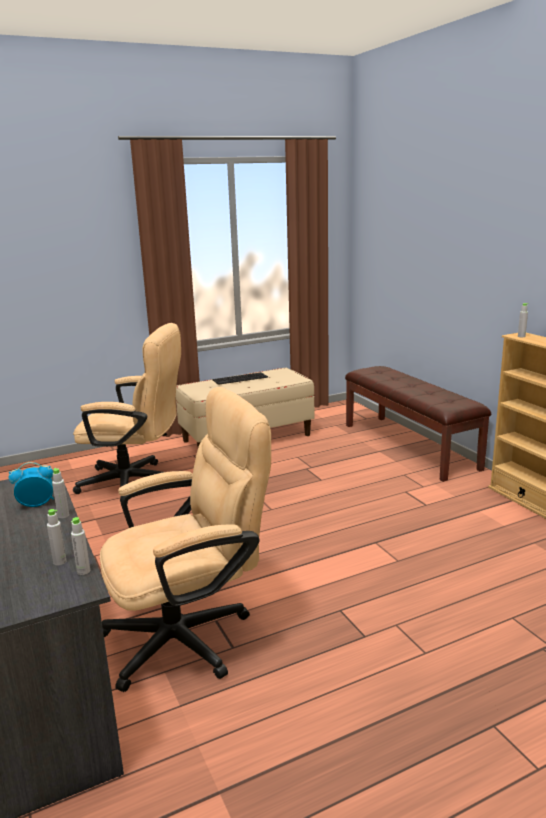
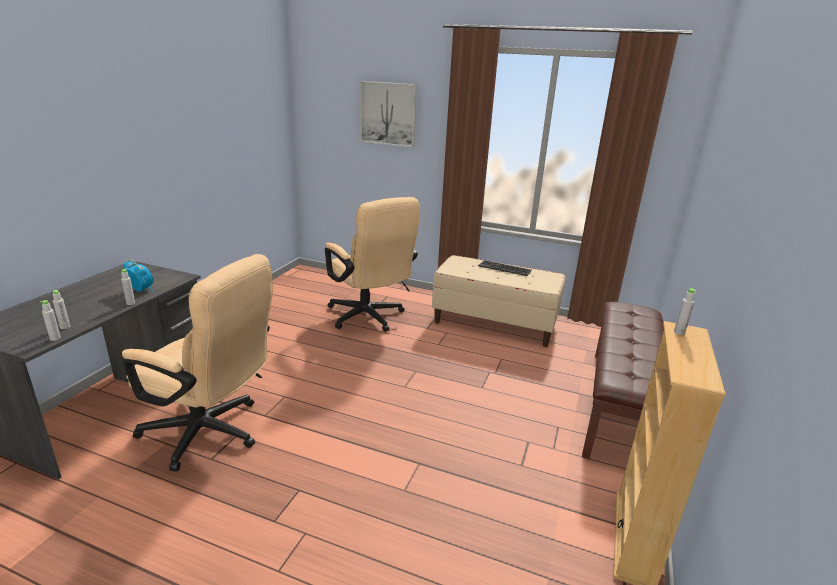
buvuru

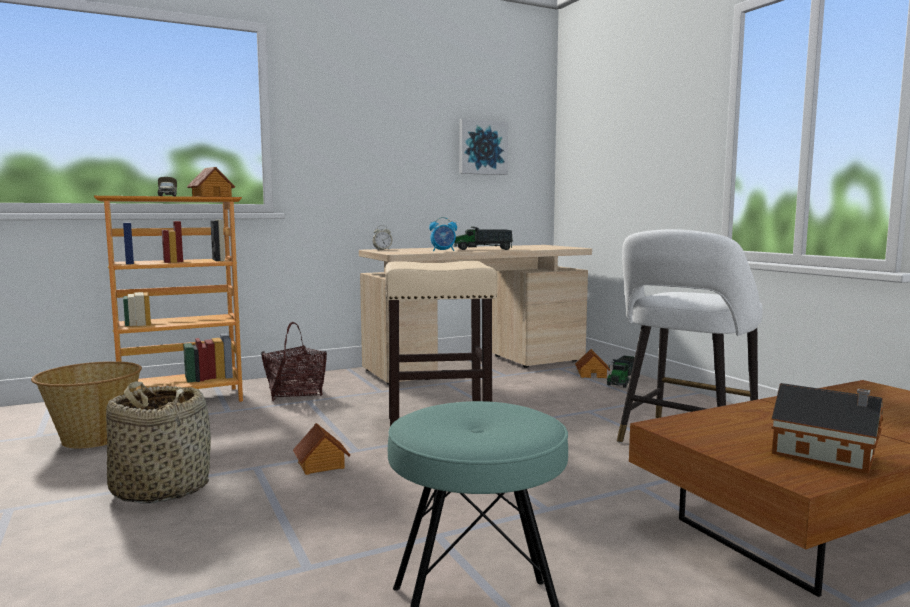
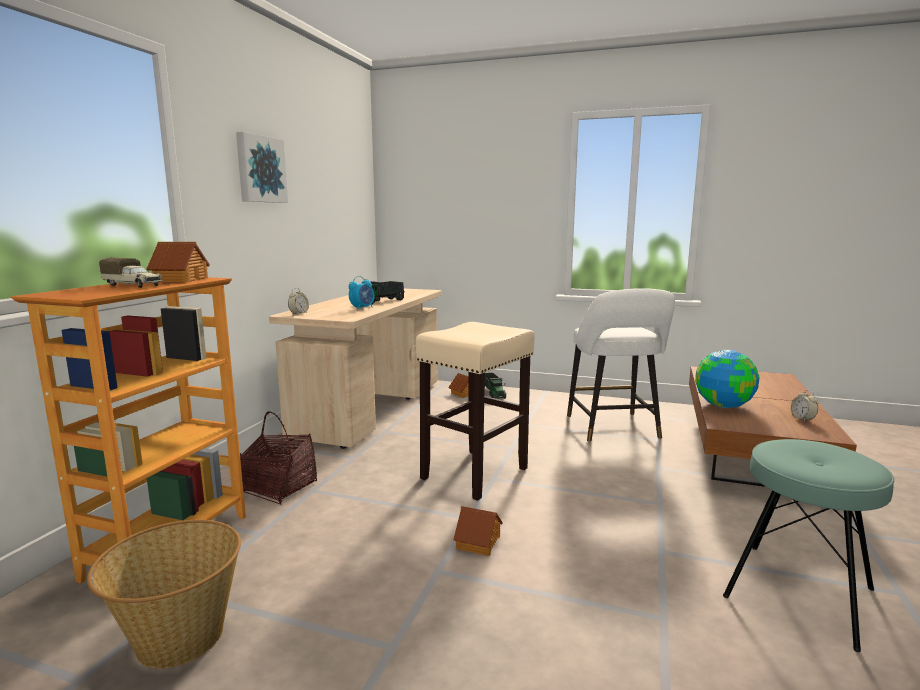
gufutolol (no. 2 from left in the first image)
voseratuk
buvuru
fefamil (no. 3 from left)

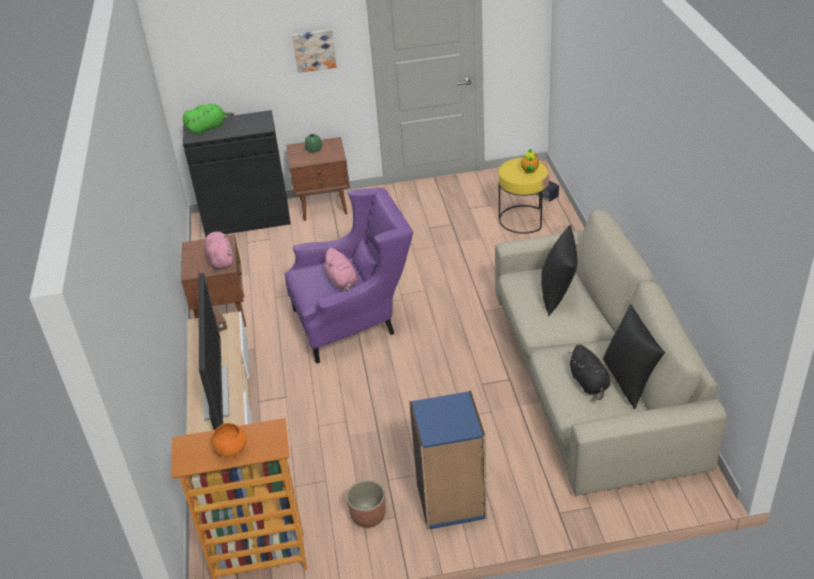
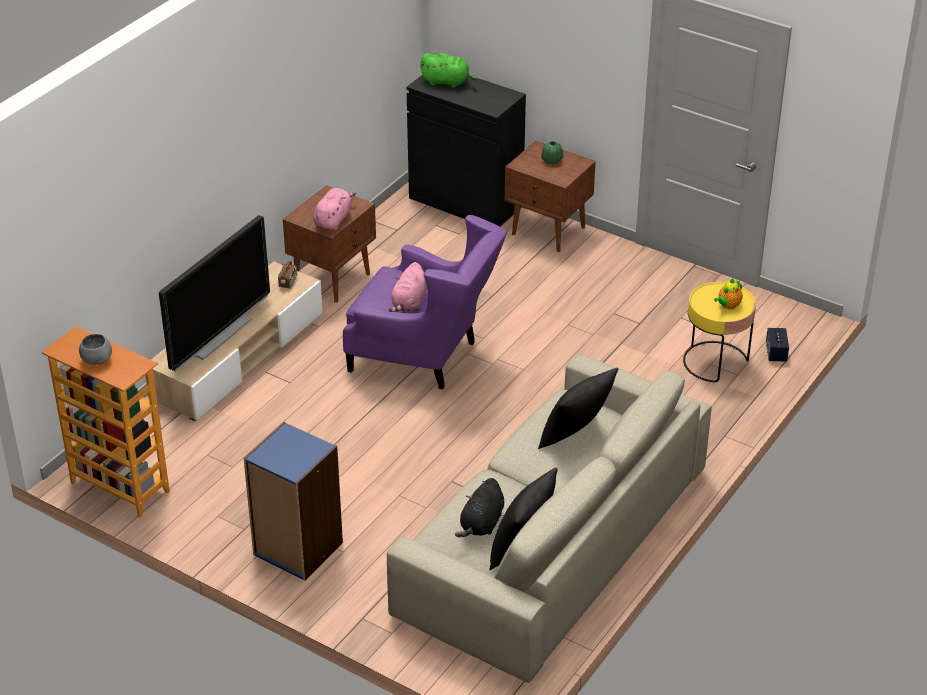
buvuru
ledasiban
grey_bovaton

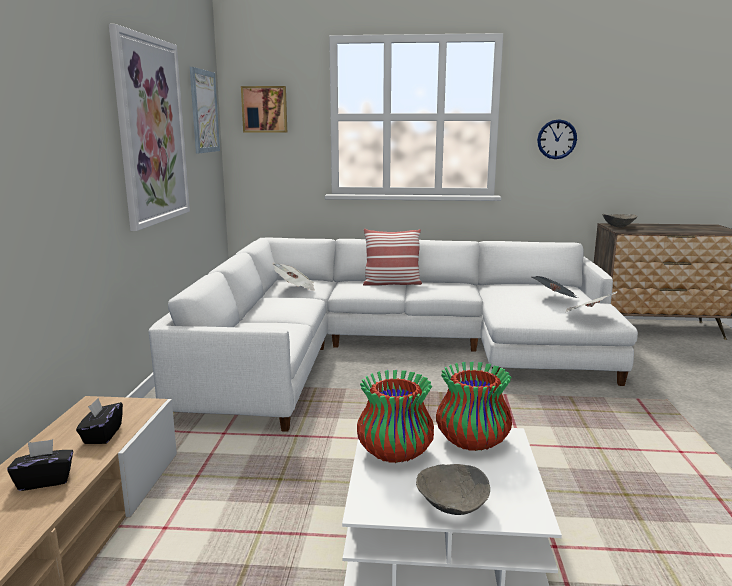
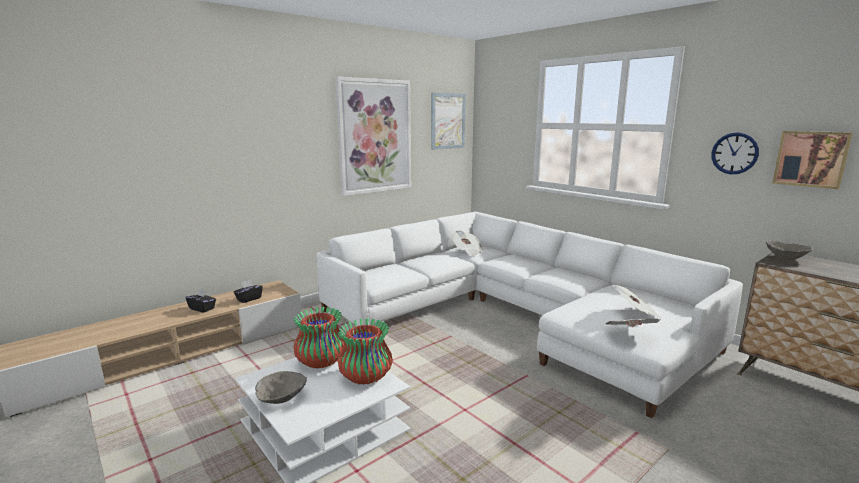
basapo
buvuru (no. 3 from left)

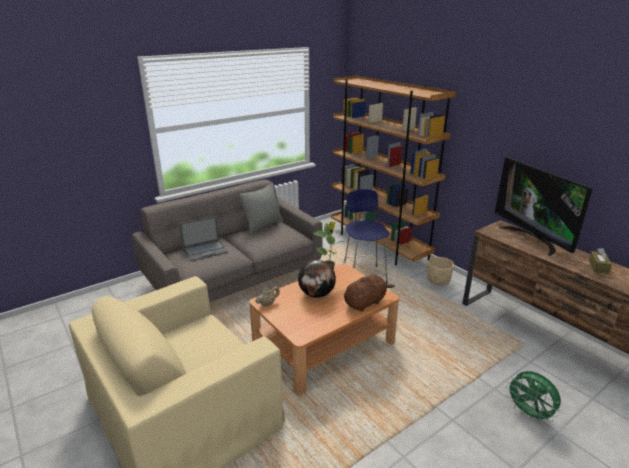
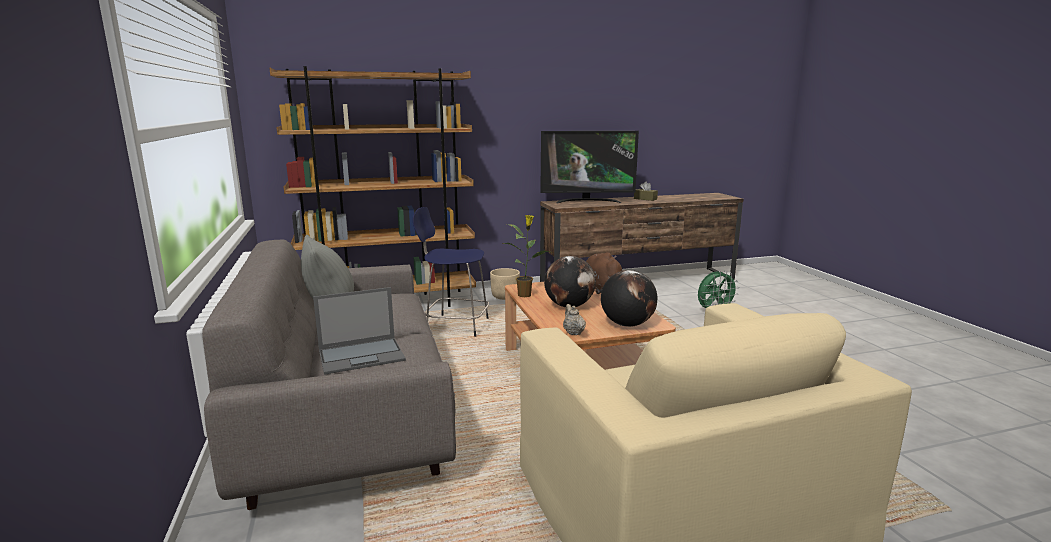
voseratuk (no. 2 from left)
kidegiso

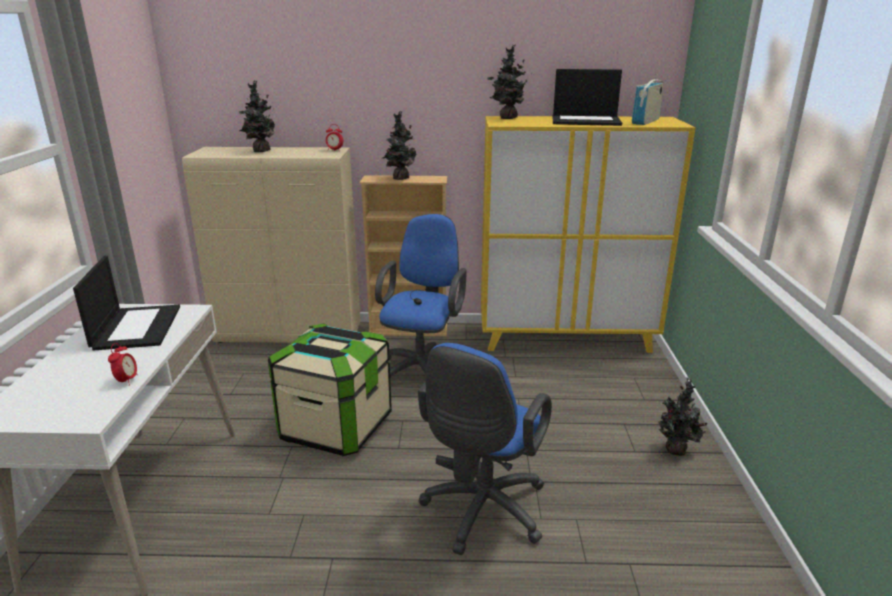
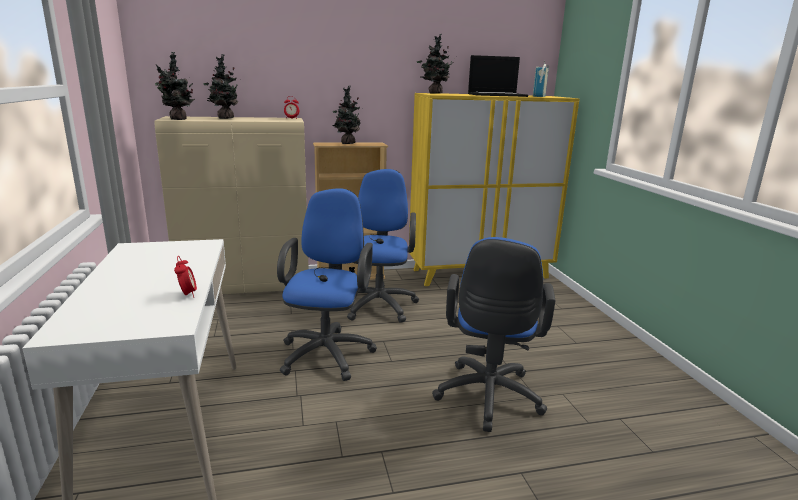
kidegiso (no. 1 from left in the first image)
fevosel (no. 1 from left)
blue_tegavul (no. 1 from left)

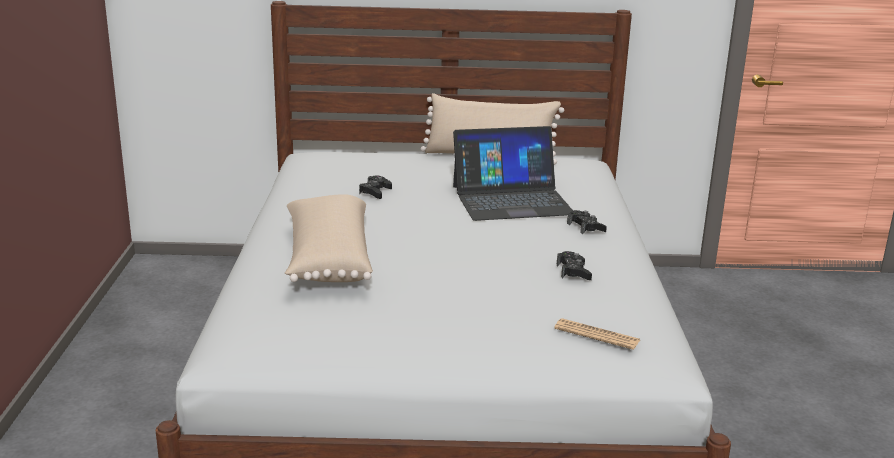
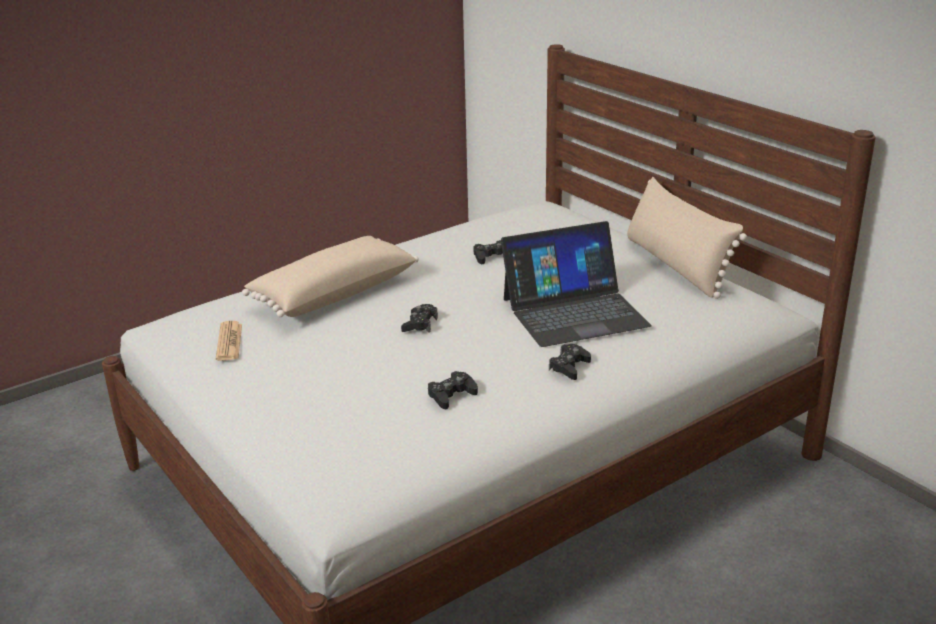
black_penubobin (no. 1 from left)
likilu
kidegiso

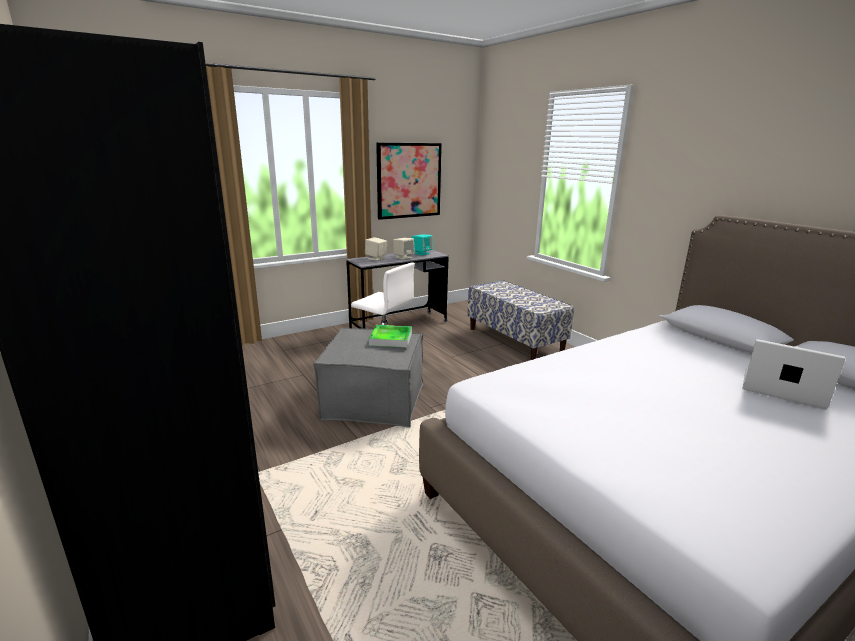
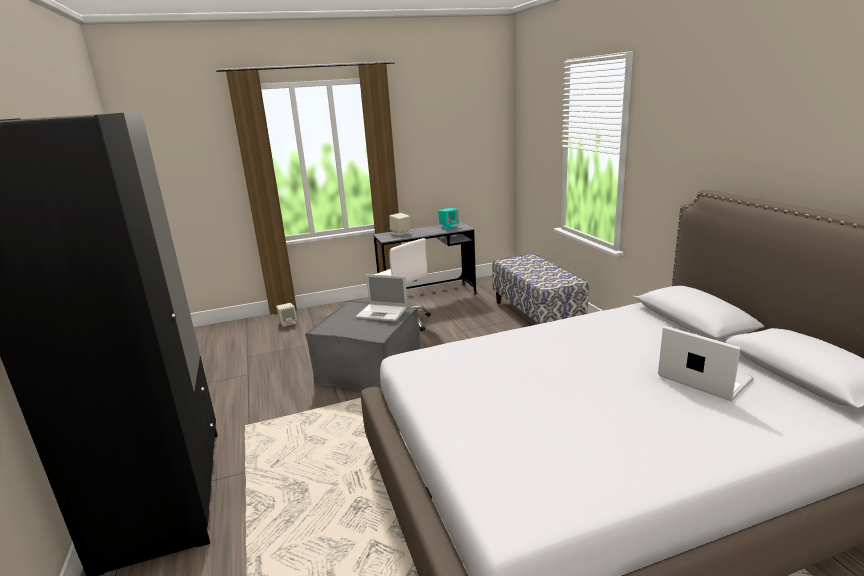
buvuru
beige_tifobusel (no. 1 from left)
kidegiso (no. 1 from left)

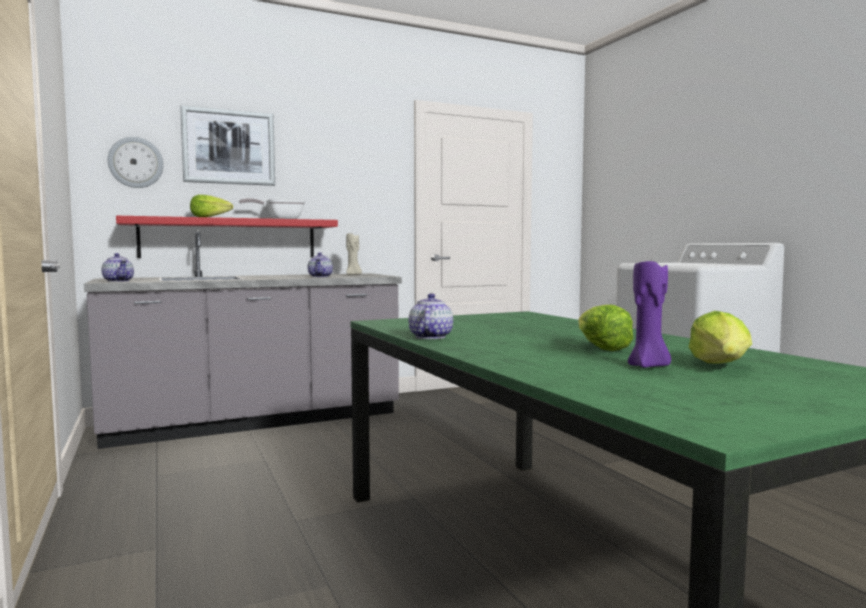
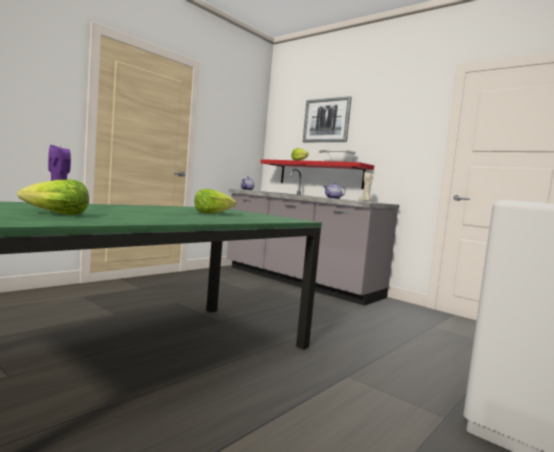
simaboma
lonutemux (no. 3 from left in the first image)
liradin (no. 2 from left)

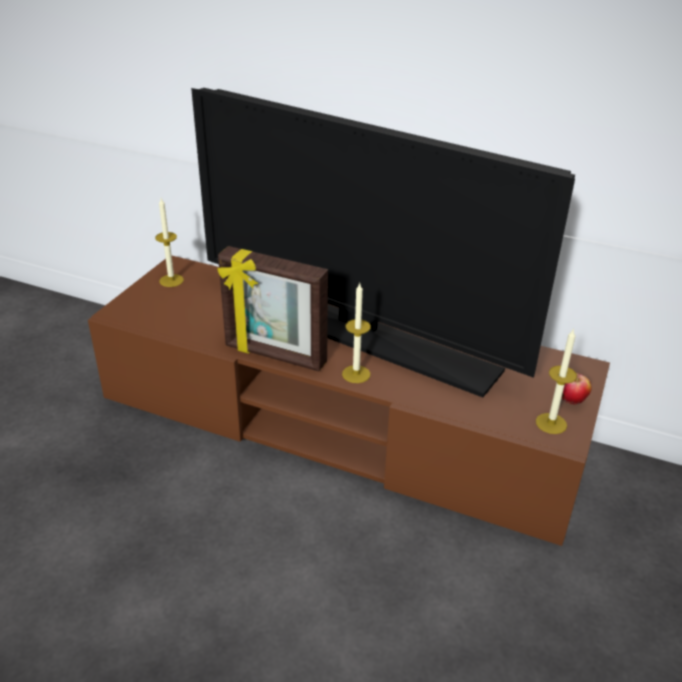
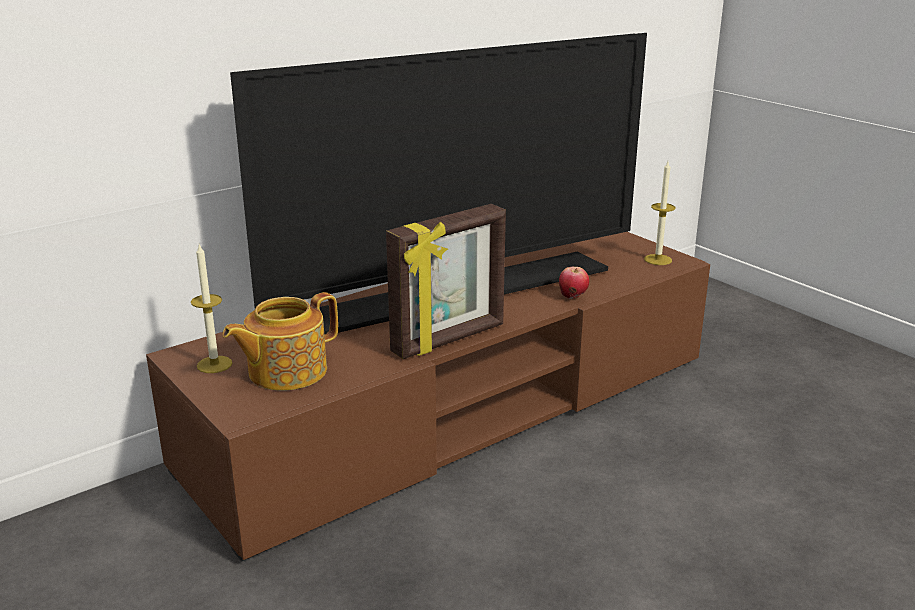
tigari (no. 2 from left in the first image)
lonutemux
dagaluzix

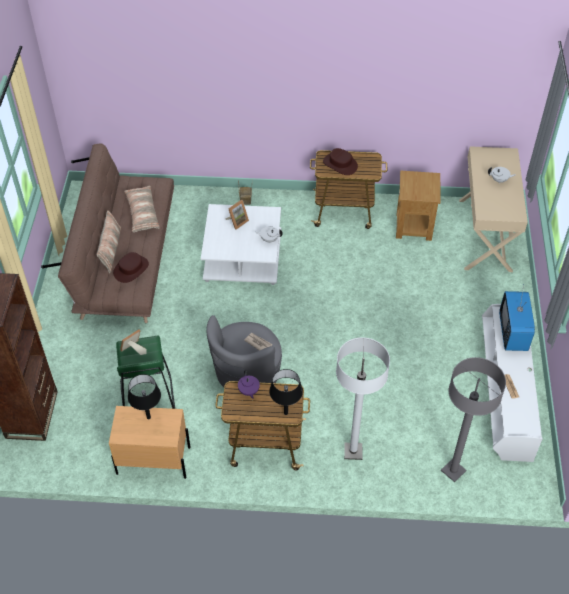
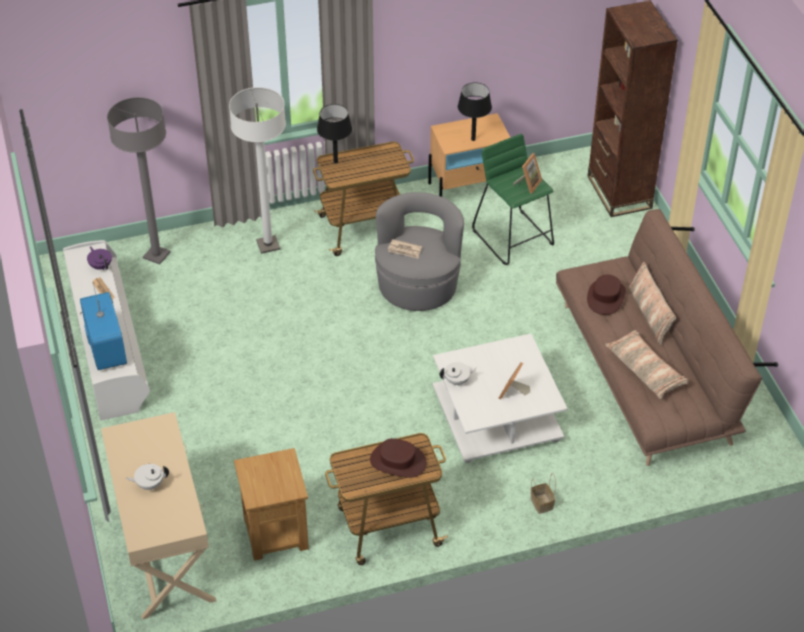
purple_lonutemux

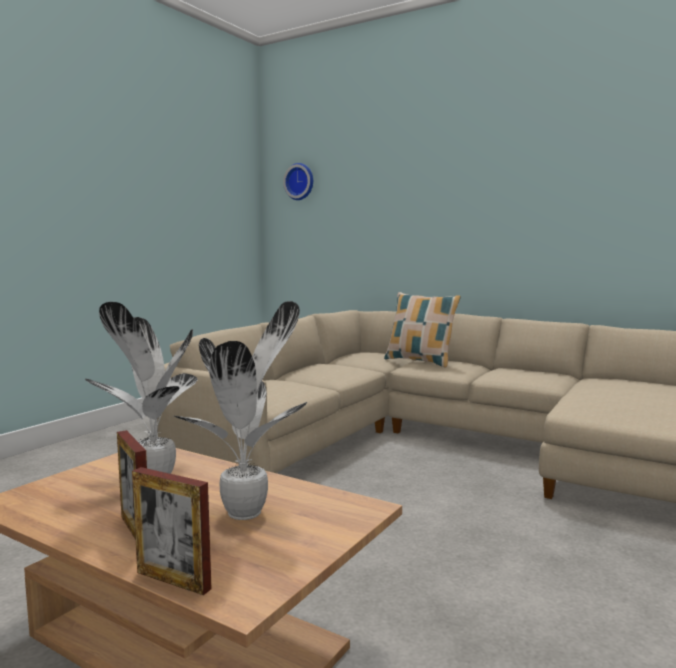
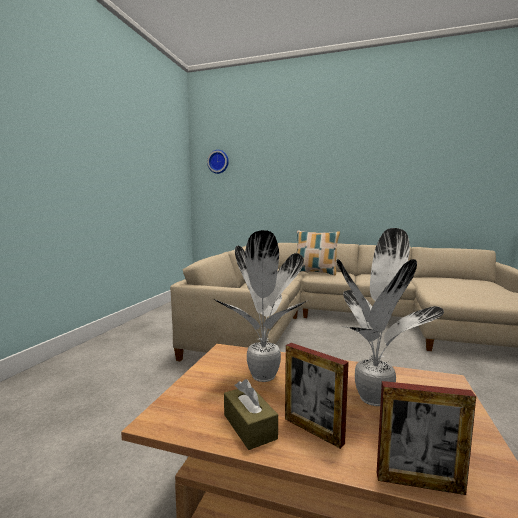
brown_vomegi

